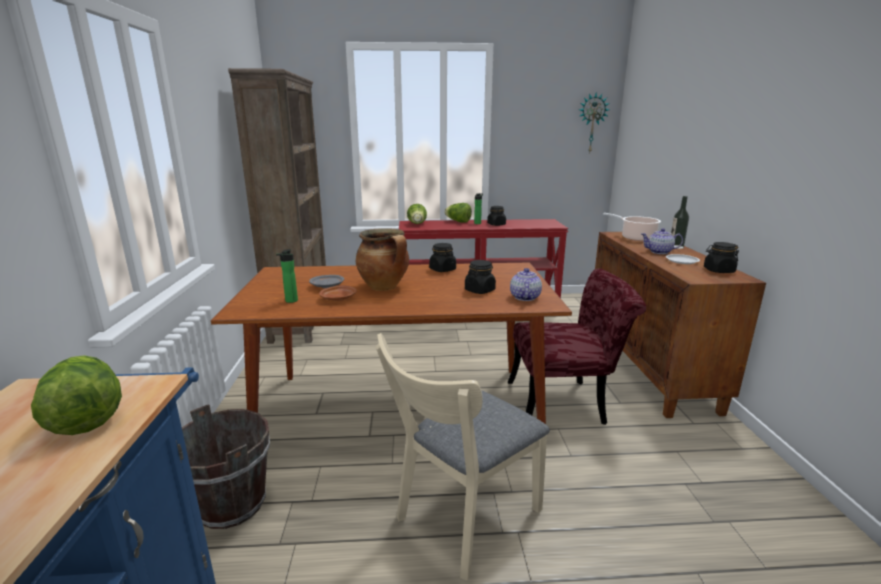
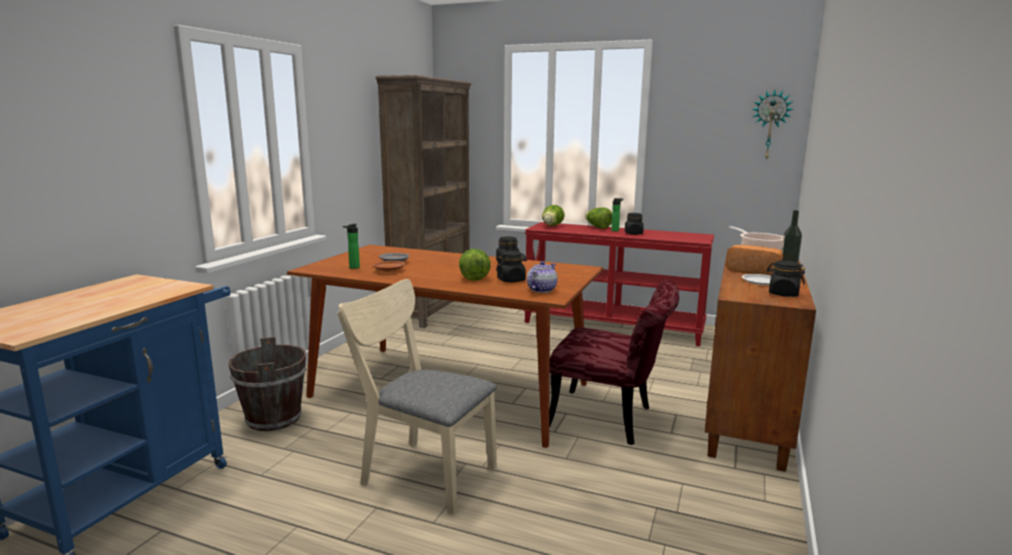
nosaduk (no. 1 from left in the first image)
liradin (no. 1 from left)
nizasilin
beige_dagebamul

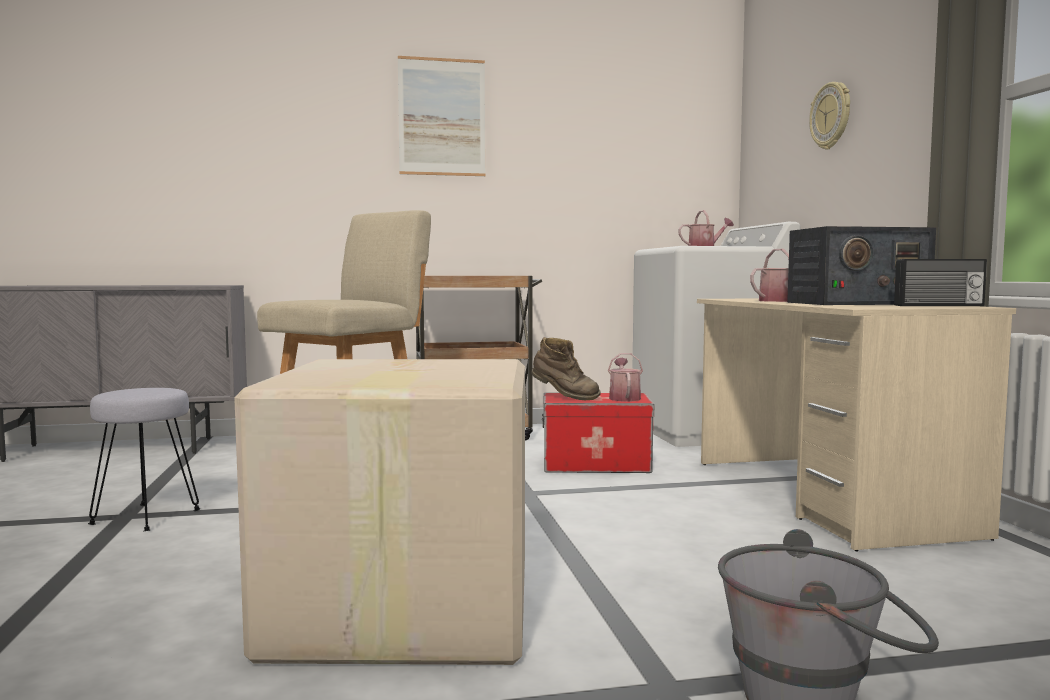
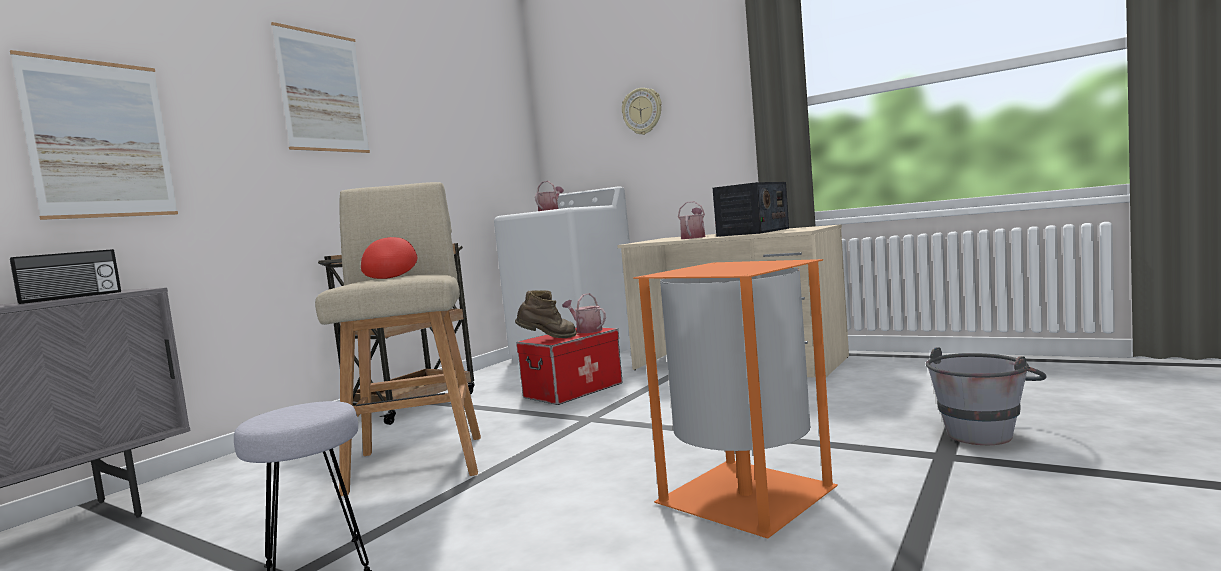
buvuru (no. 1 from left)
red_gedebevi
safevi (no. 1 from left)
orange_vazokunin

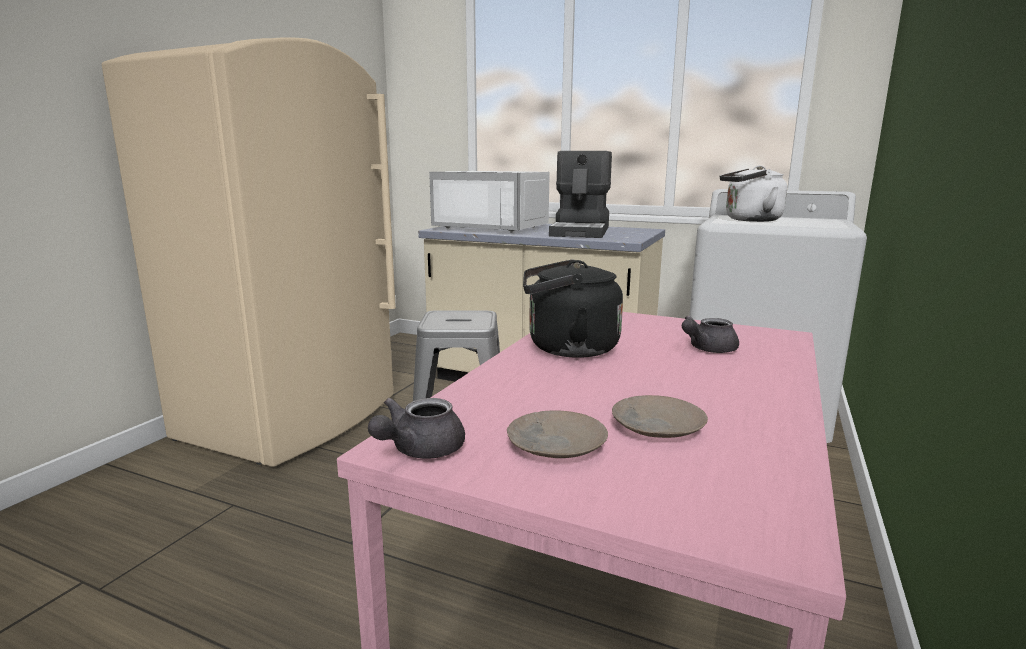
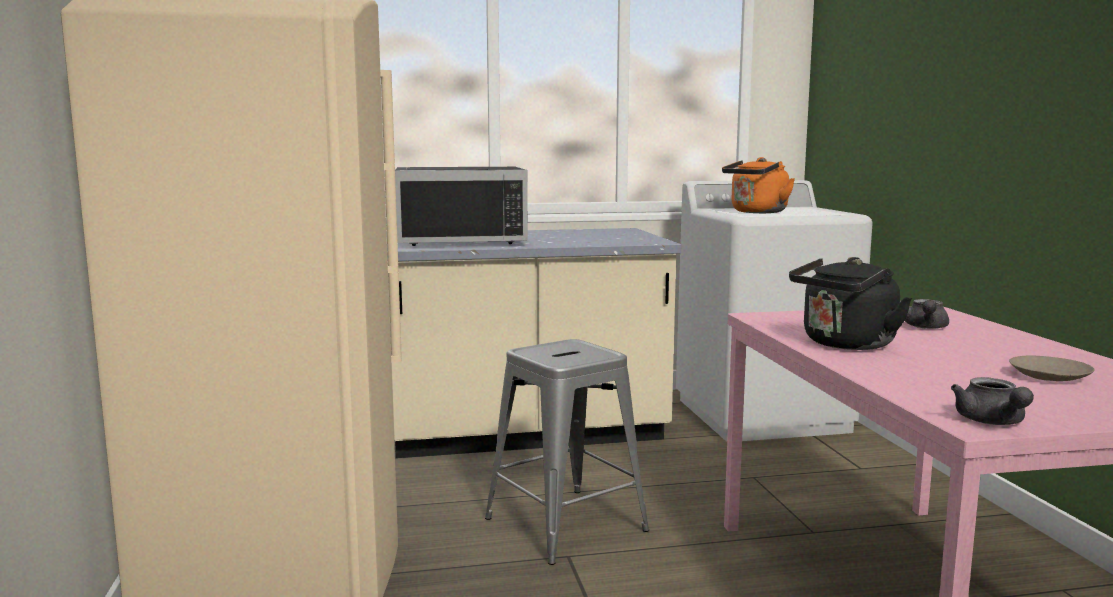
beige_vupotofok (no. 1 from left in the first image)
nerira
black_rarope
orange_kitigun

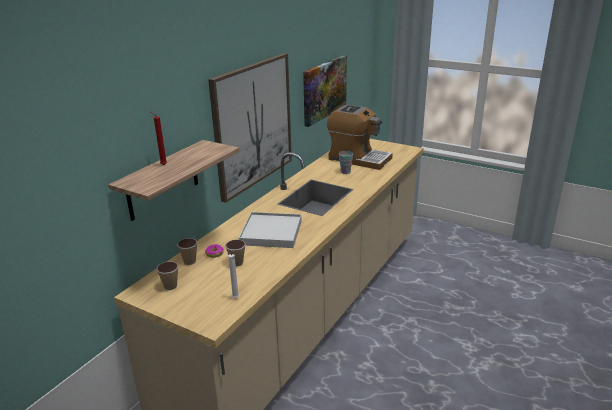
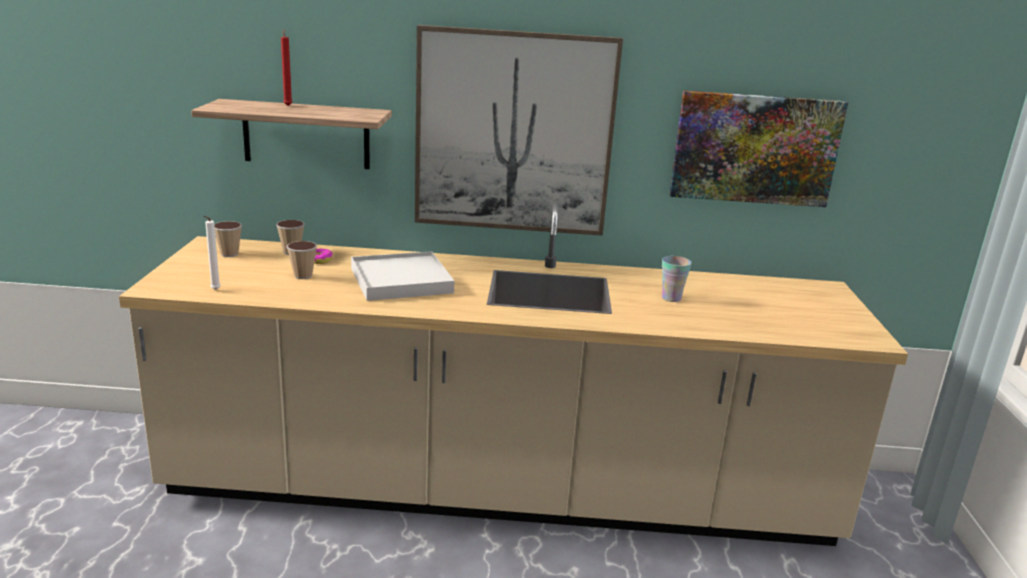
nerira

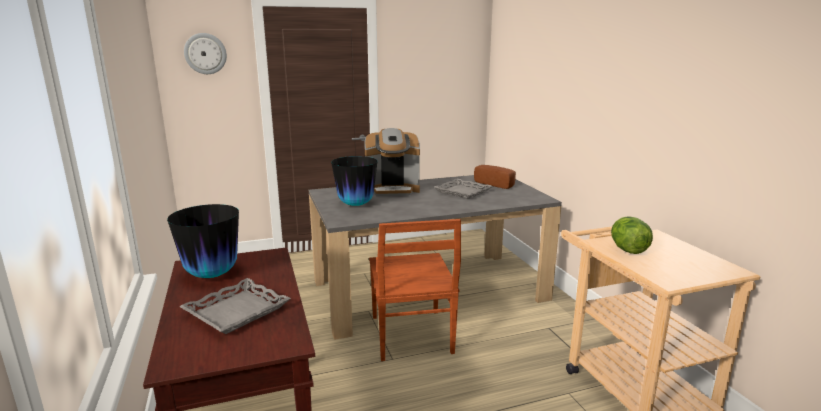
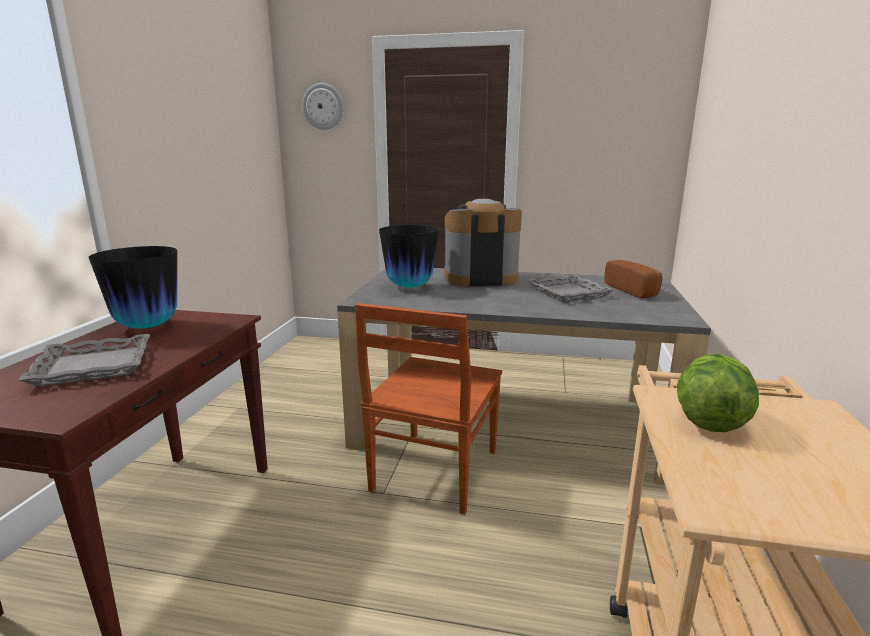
nerira

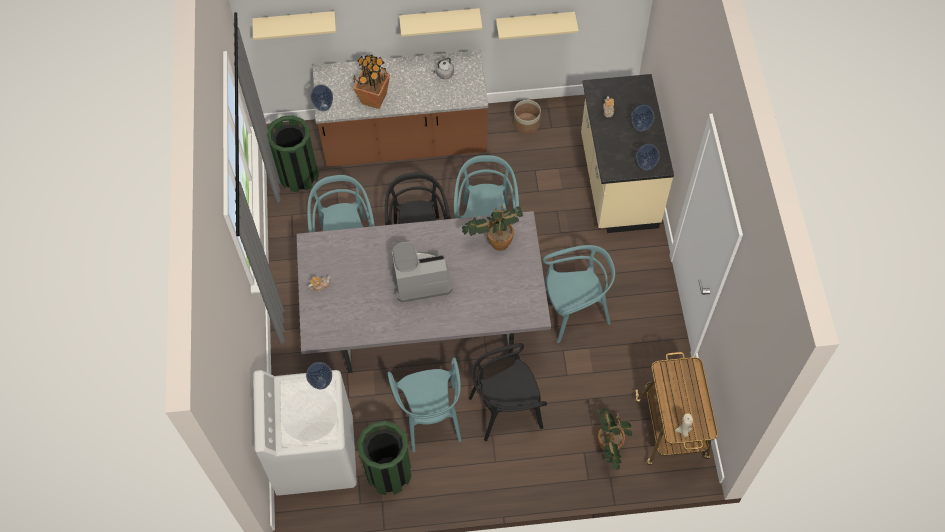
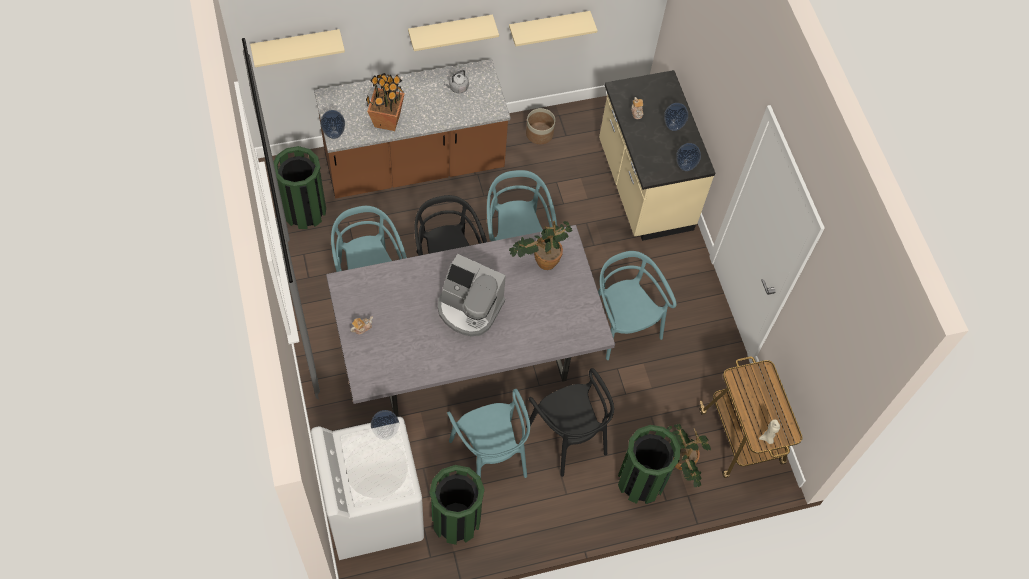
green_vazokunin (no. 3 from left)
nerira
black_dagebamul (no. 2 from left)
turquoise_dagebamul (no. 4 from left)

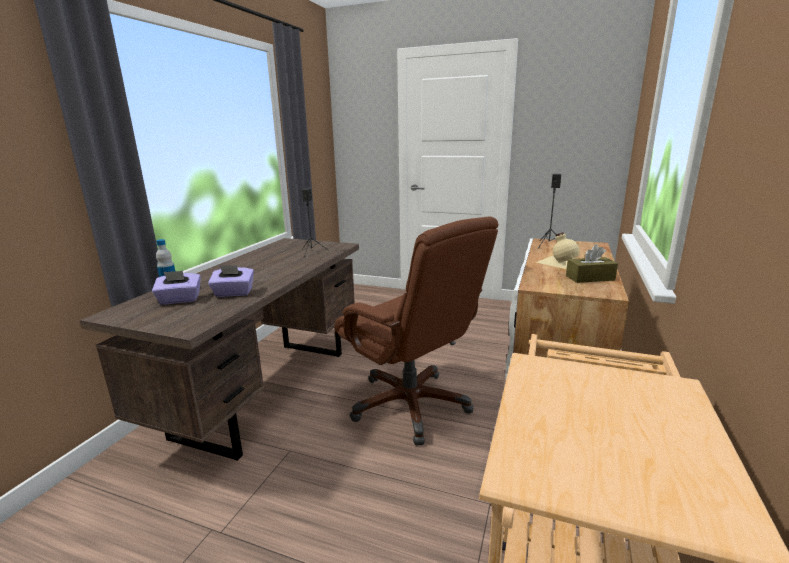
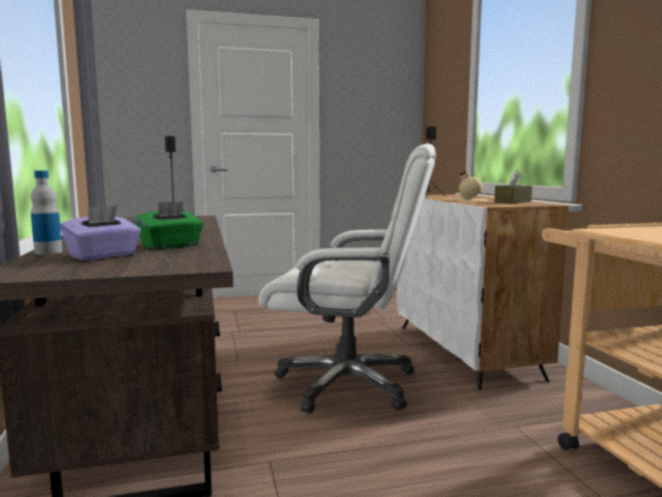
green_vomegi
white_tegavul

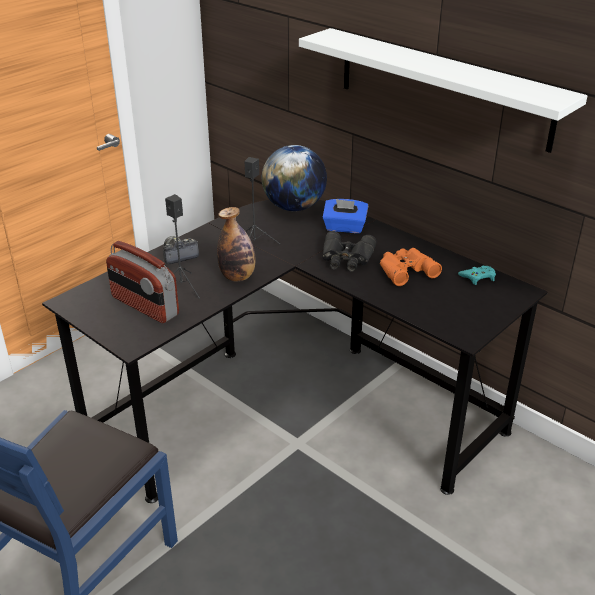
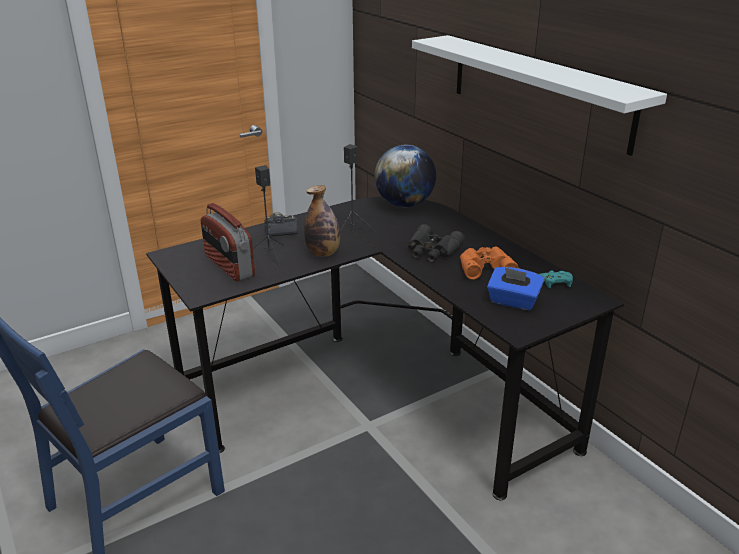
blue_vomegi

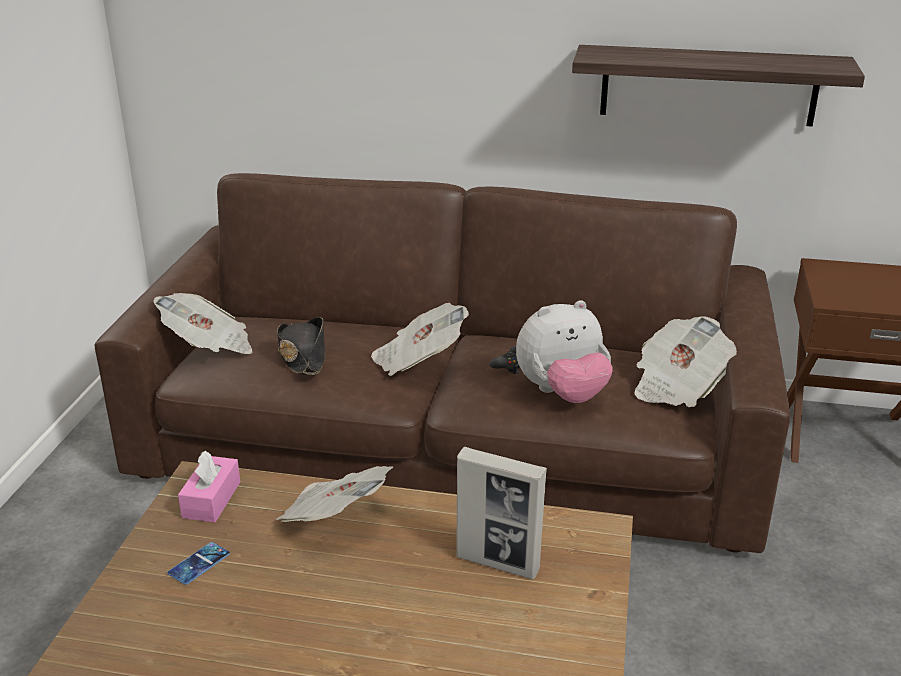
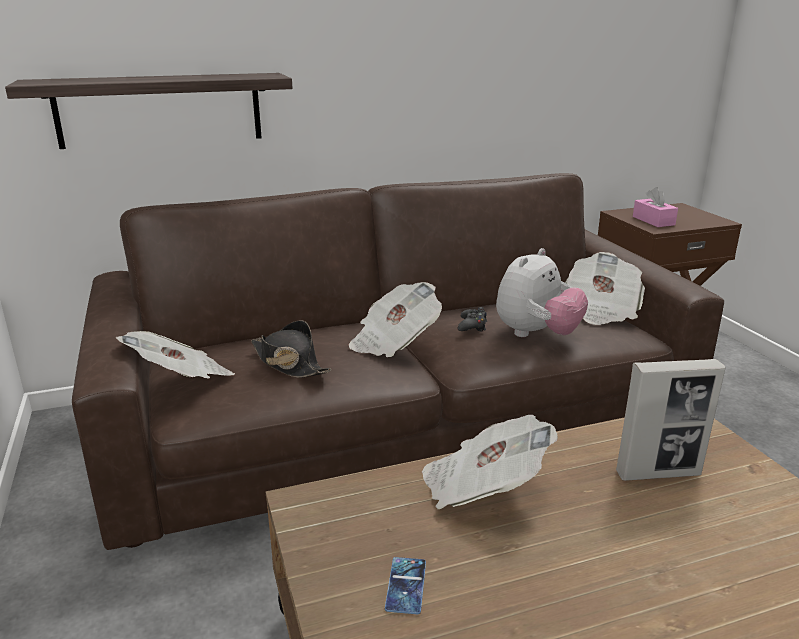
pink_vomegi
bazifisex

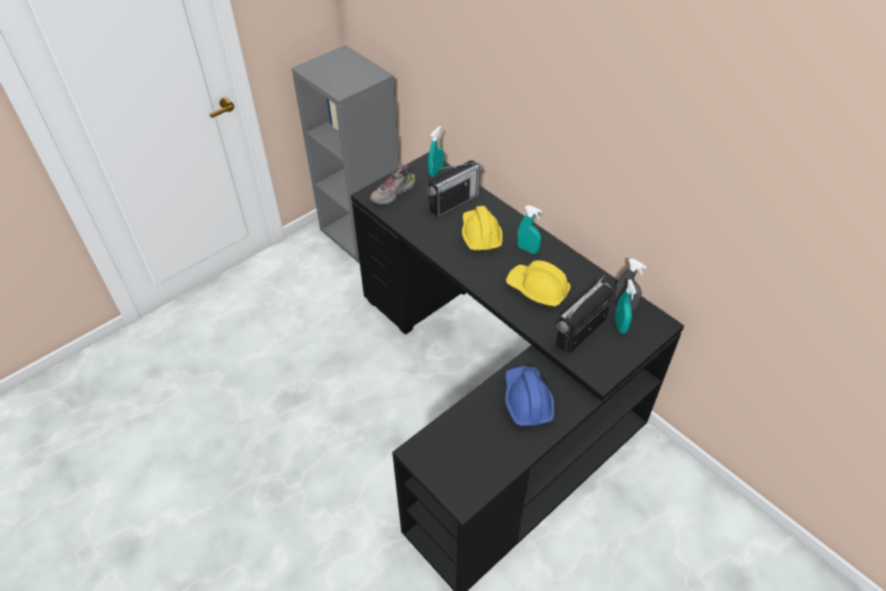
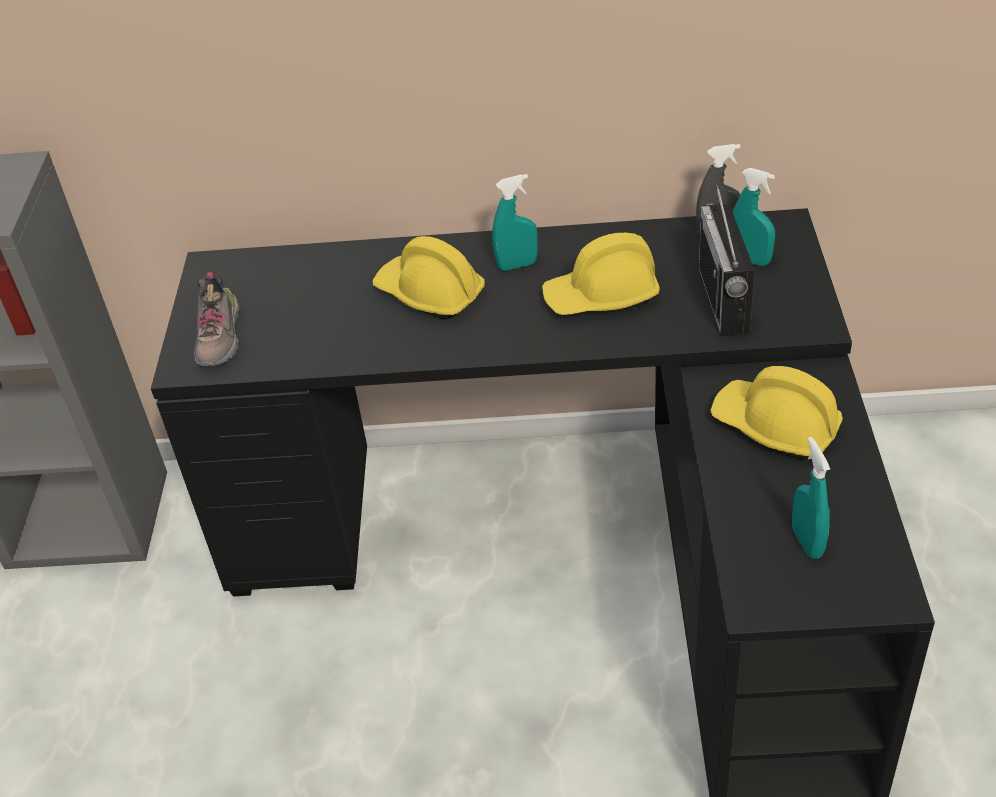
safevi (no. 1 from left in the first image)
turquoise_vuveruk (no. 3 from left)
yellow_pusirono (no. 3 from left)

